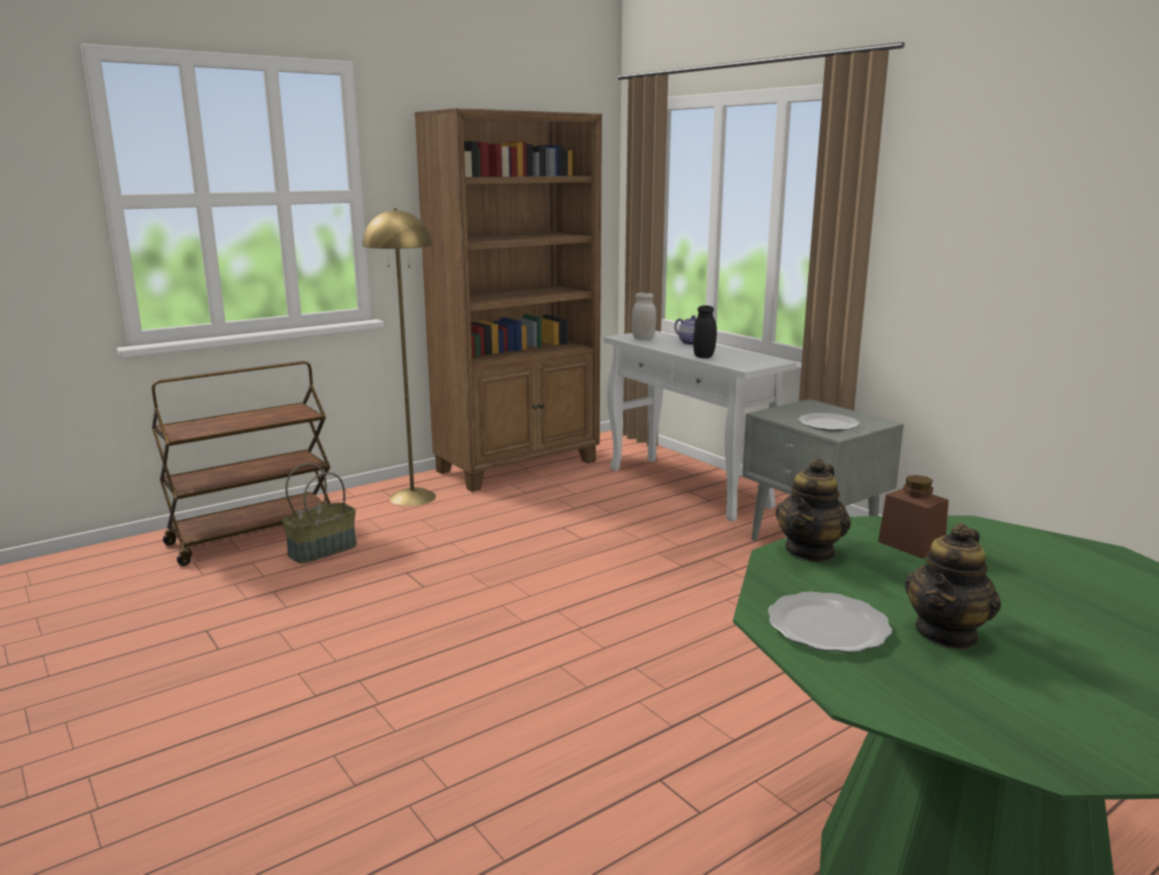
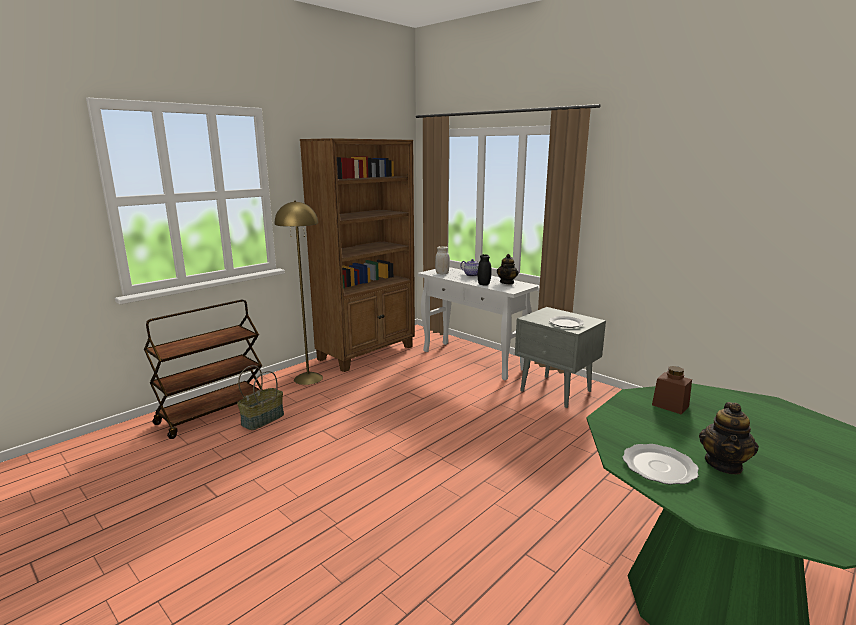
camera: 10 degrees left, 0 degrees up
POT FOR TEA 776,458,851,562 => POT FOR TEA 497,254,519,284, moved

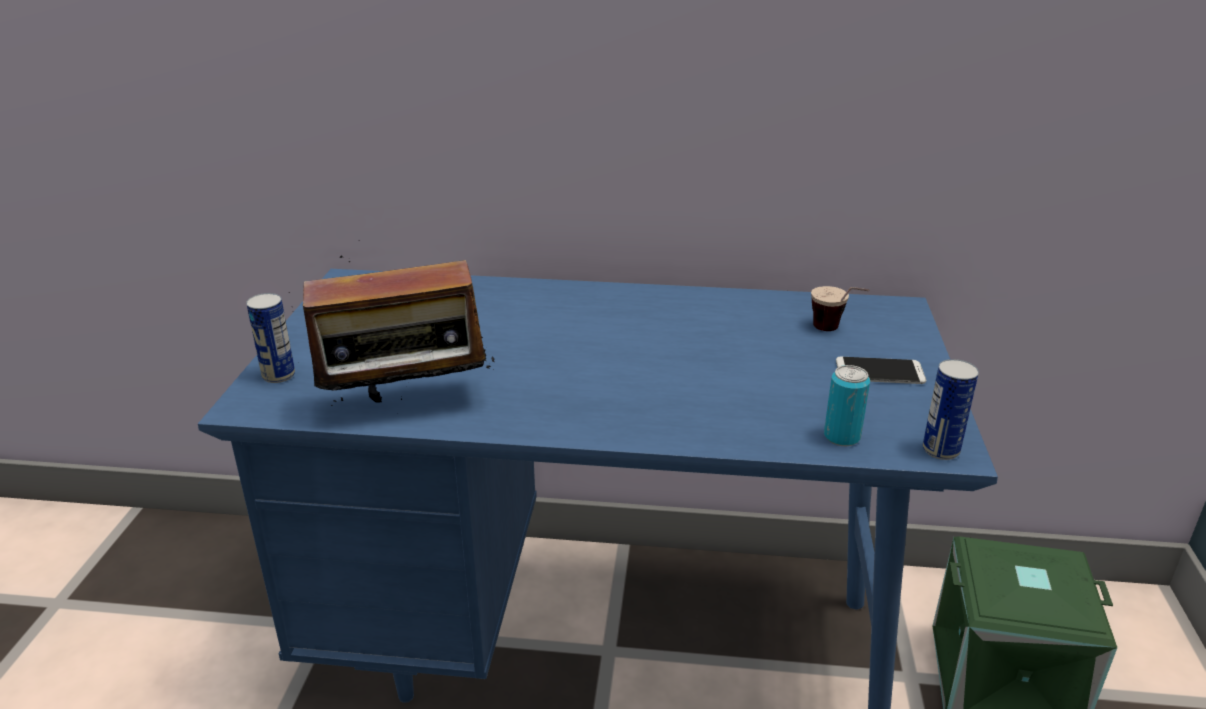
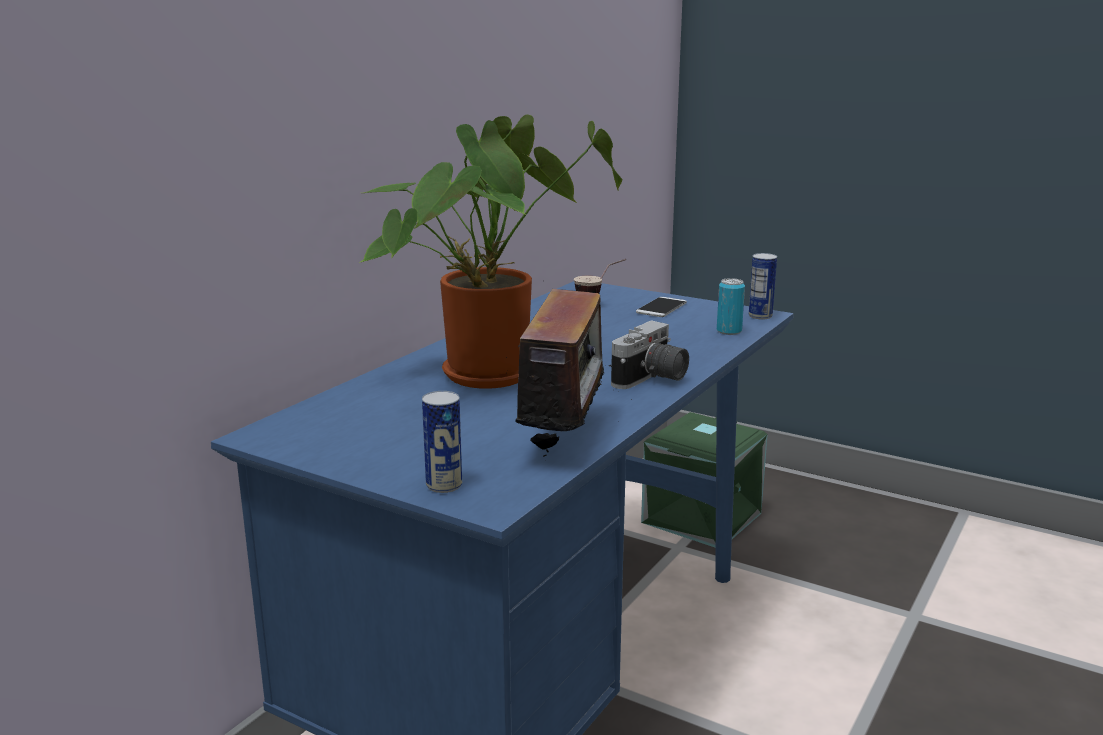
camera: 65 degrees left, 10 degrees down
nothing => PLANT IN A POT 359,114,622,389
nothing => STILL CAMERA 611,320,689,389

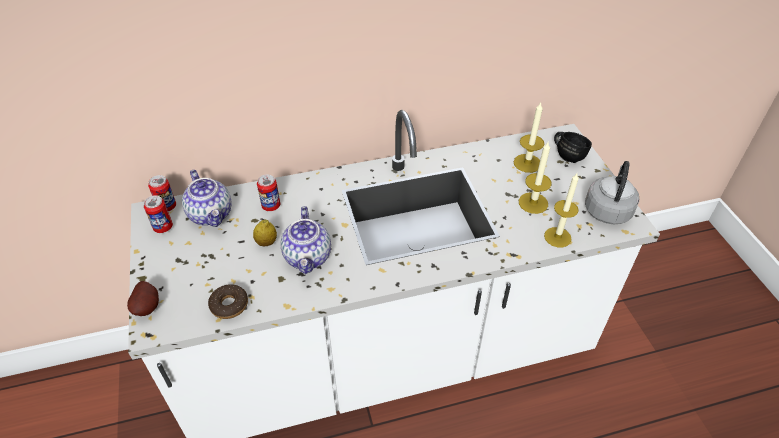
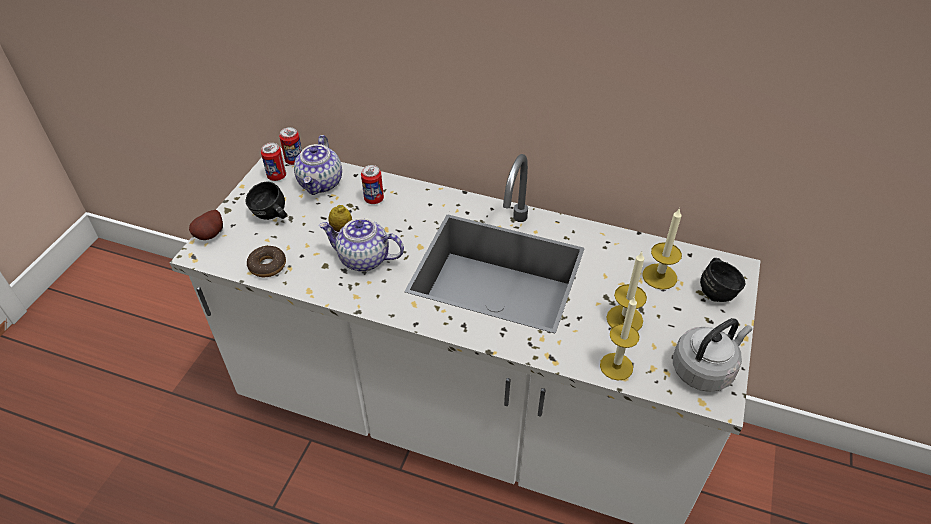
camera: 35 degrees right, 0 degrees up
nothing => BLACKISH TEA MUG 246,181,287,220
POT FOR TEA 280,206,331,274 => POT FOR TEA 319,218,404,272, 75 degrees clockwise

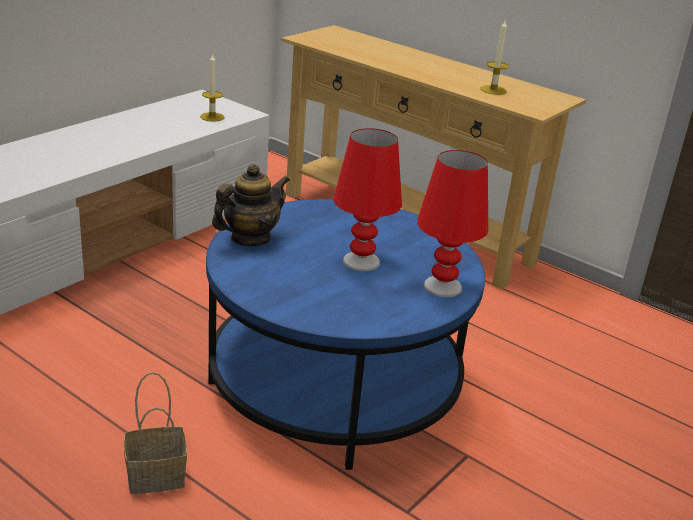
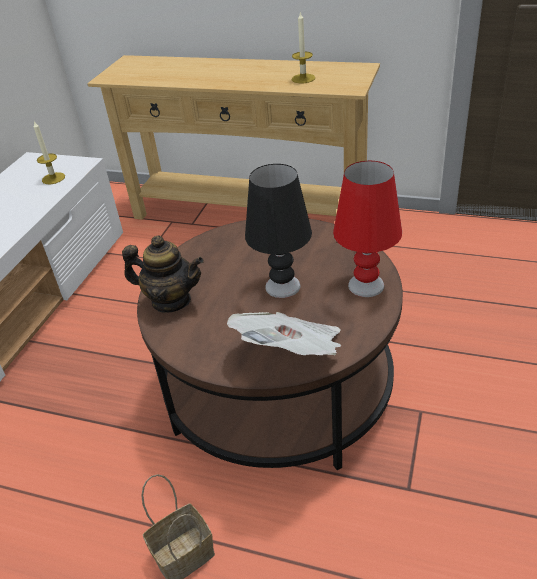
camera: 15 degrees left, 10 degrees up
nothing => DAILY PAPER 227,312,341,355
BLUE-COLOURED COFFEE TABLE 206,199,485,470 => BROWN-COLOURED COFFEE TABLE 137,219,403,470
RED TABLE LAMP 333,128,402,271 => BLACKISH TABLE LAMP 245,164,312,298
POT FOR TEA 212,164,289,246 => POT FOR TEA 122,235,204,313, 75 degrees clockwise

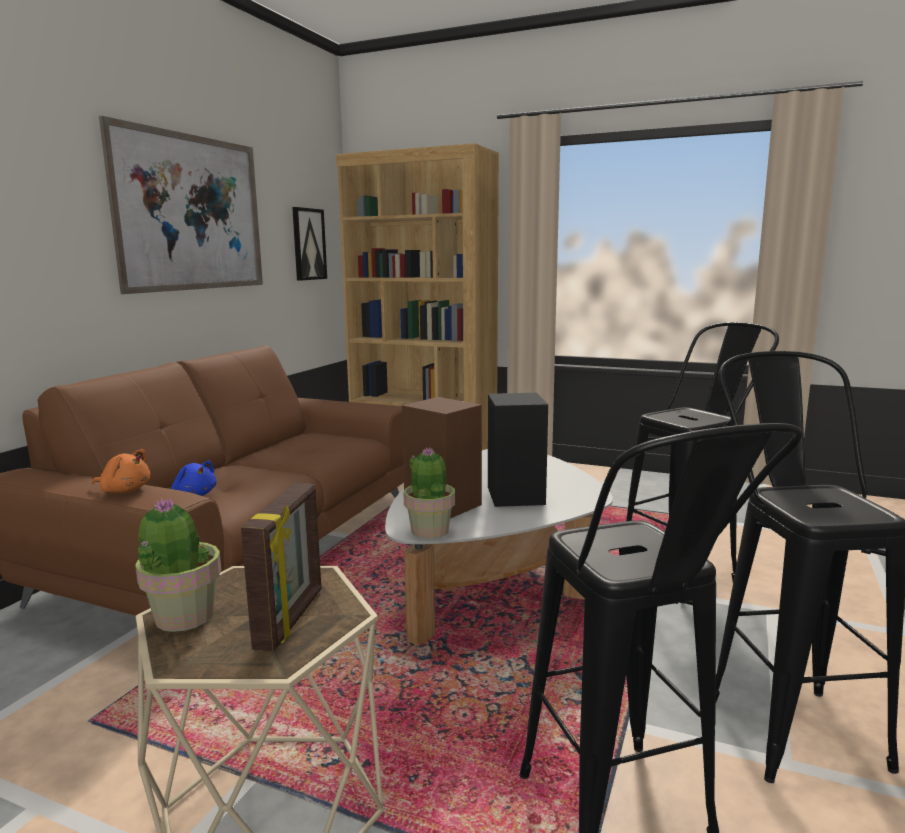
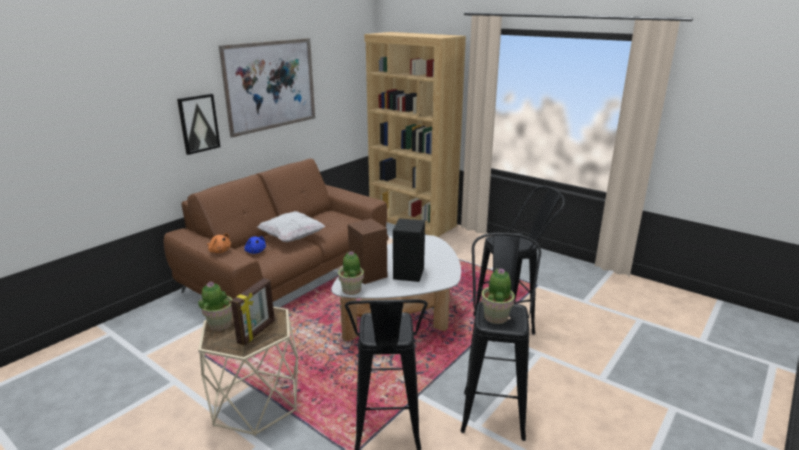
camera: 15 degrees right, 10 degrees up
nothing => WHITE-COLOURED CUSHION 257,211,325,242
nothing => PLANT IN A POT 481,268,515,324
WALL PICTURE 292,207,327,281 => WALL PICTURE 177,94,221,155, moved

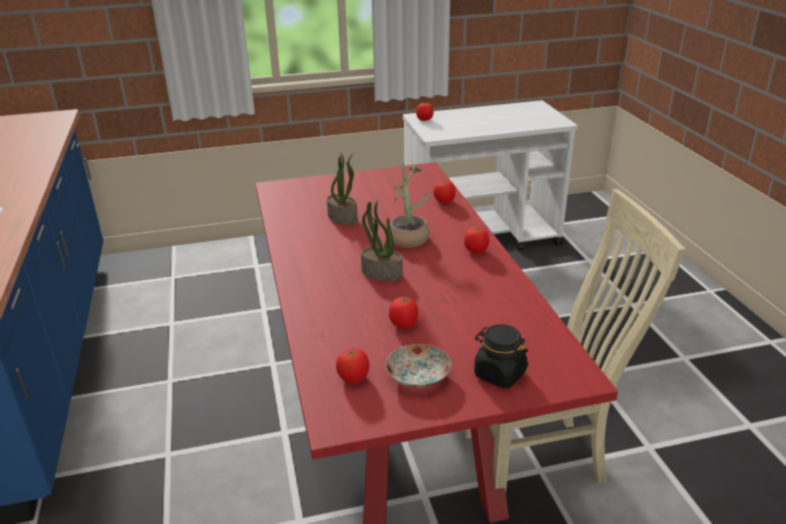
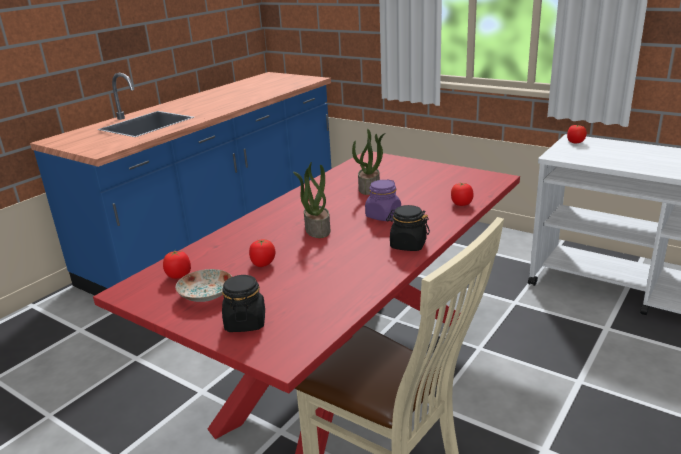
camera: 50 degrees right, 5 degrees down
PLANT IN A POT 389,163,433,248 => PURPLE STORAGE JAR 365,179,401,221
TOMATO 464,227,489,254 => BLACKISH STORAGE JAR 386,205,430,251

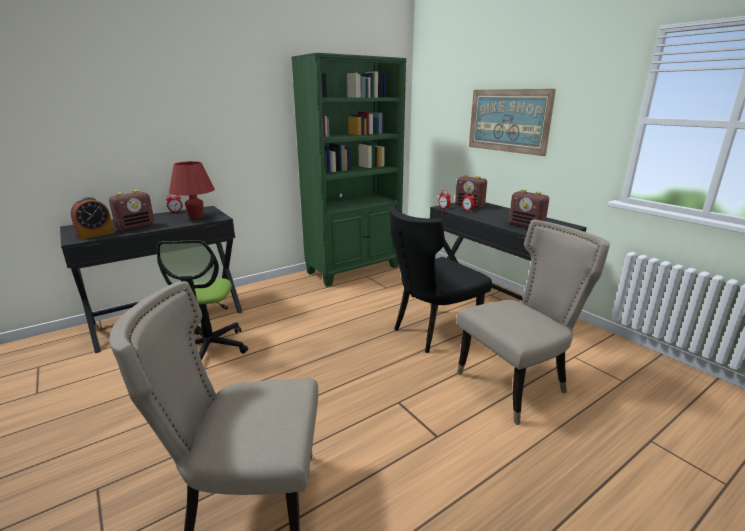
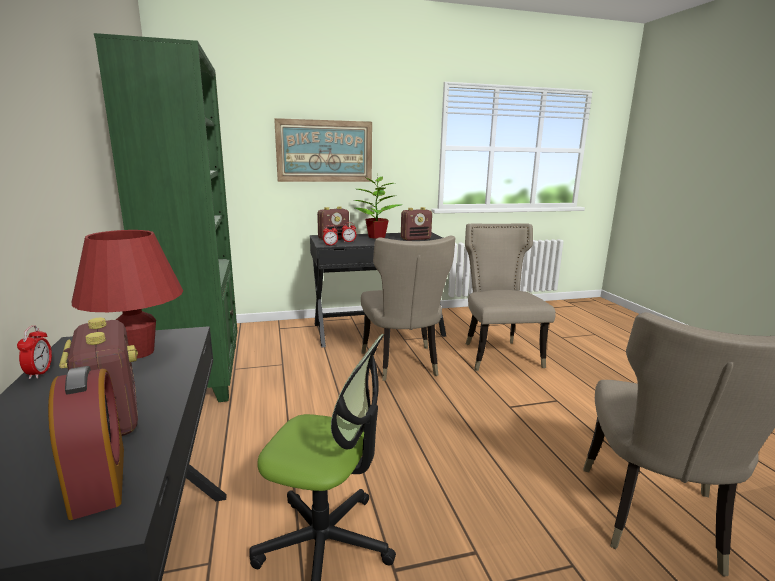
camera: 70 degrees left, 5 degrees down
nothing => PLANT IN A POT 354,174,400,239
BLACKISH PLAIN CHAIR 389,204,492,353 => BEIGE PLAIN CHAIR 361,235,455,381

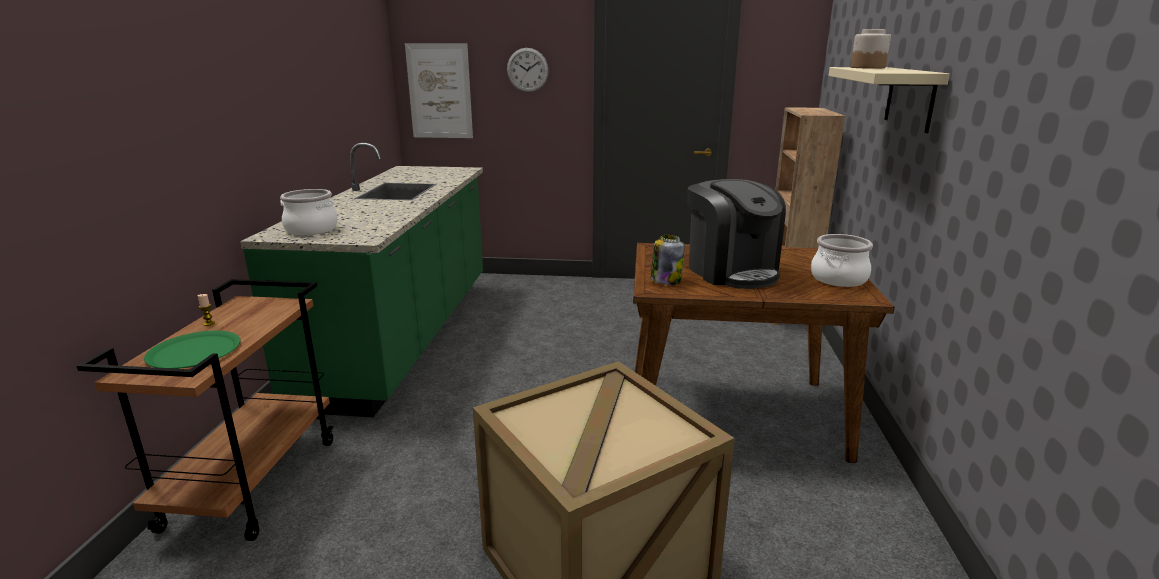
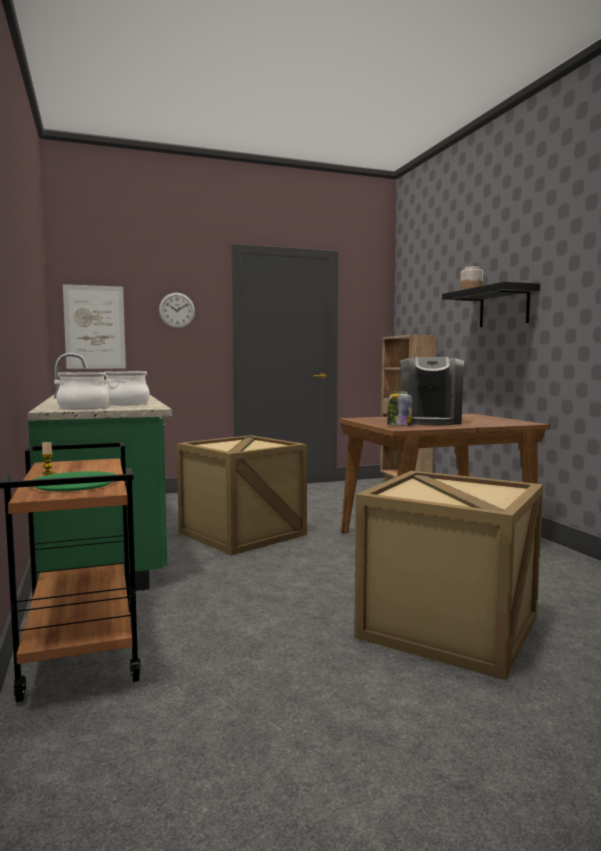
camera: 25 degrees left, 15 degrees down
nothing => PACKING CRATE 177,435,307,556
SAUCEPOT 811,234,873,287 => SAUCEPOT 105,371,150,405, moved
BEIGE BRACKET SHELF 828,67,950,133 => BLACKISH BRACKET SHELF 442,282,540,327
COFFEE MACHINE 688,179,786,289 => COFFEE MACHINE 400,357,464,425, 60 degrees clockwise

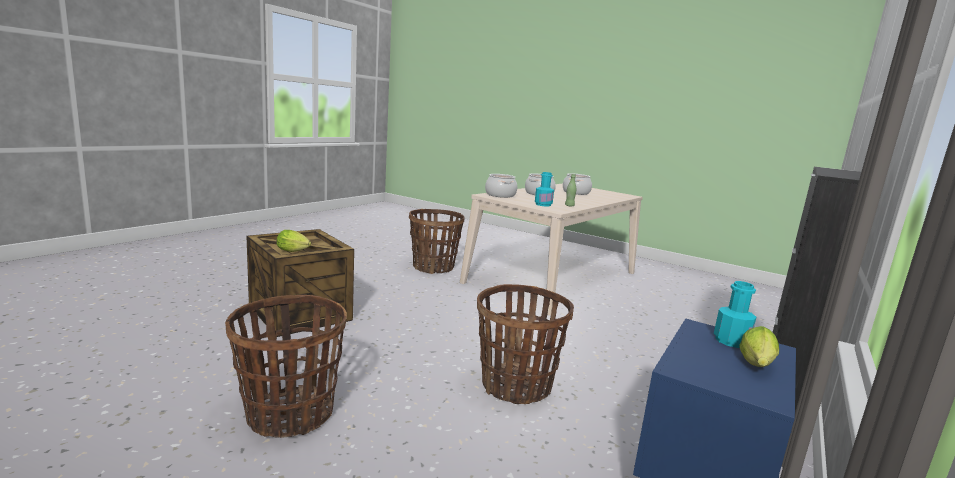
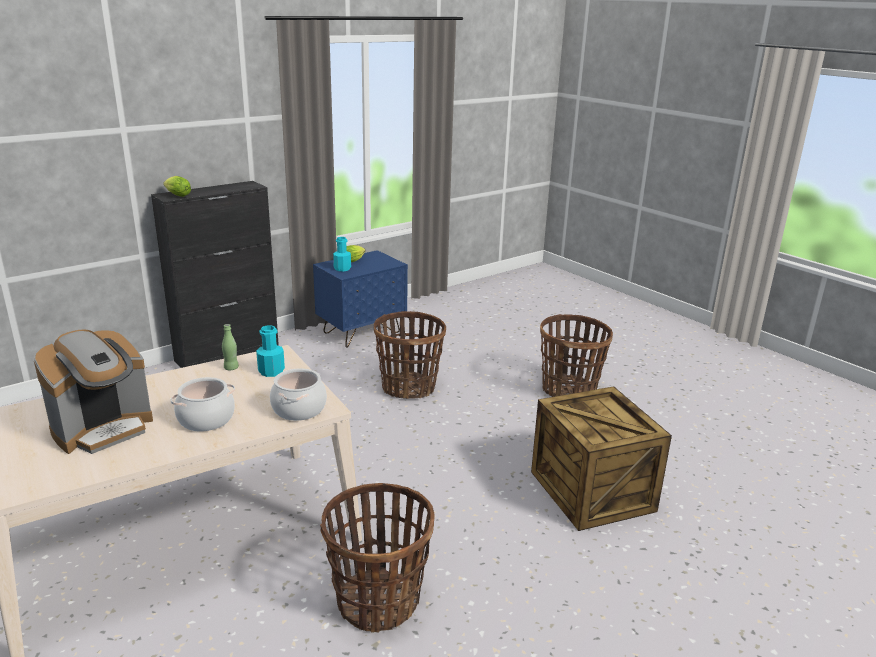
camera: 160 degrees left, 10 degrees up
LETTUCE HEAD 277,230,311,252 => LETTUCE HEAD 163,176,191,197, moved
SAUCEPOT 563,174,592,195 => COFFEE MACHINE 34,330,153,454

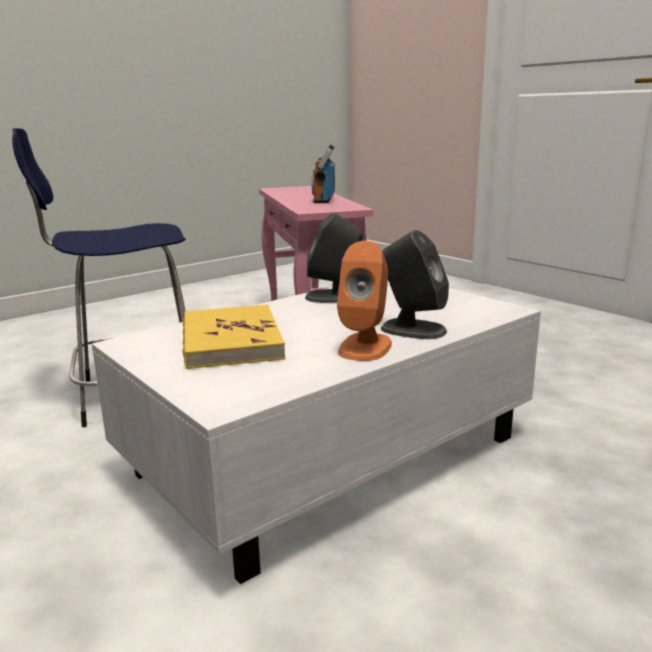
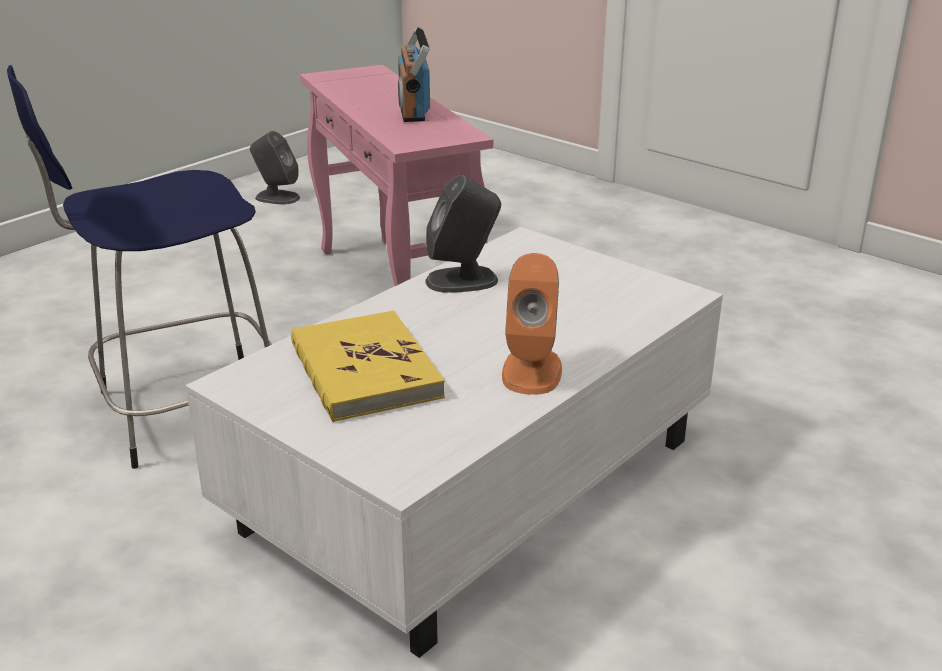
camera: 10 degrees left, 10 degrees up
GREY LOUDSPEAKER 381,230,449,339 => GREY LOUDSPEAKER 250,131,300,204, moved

